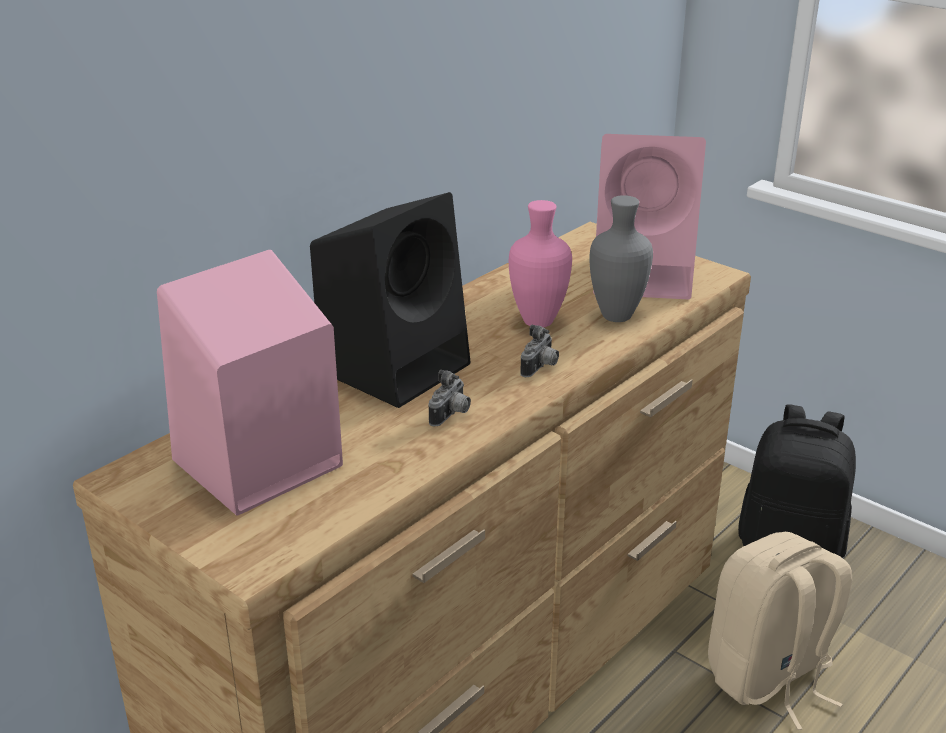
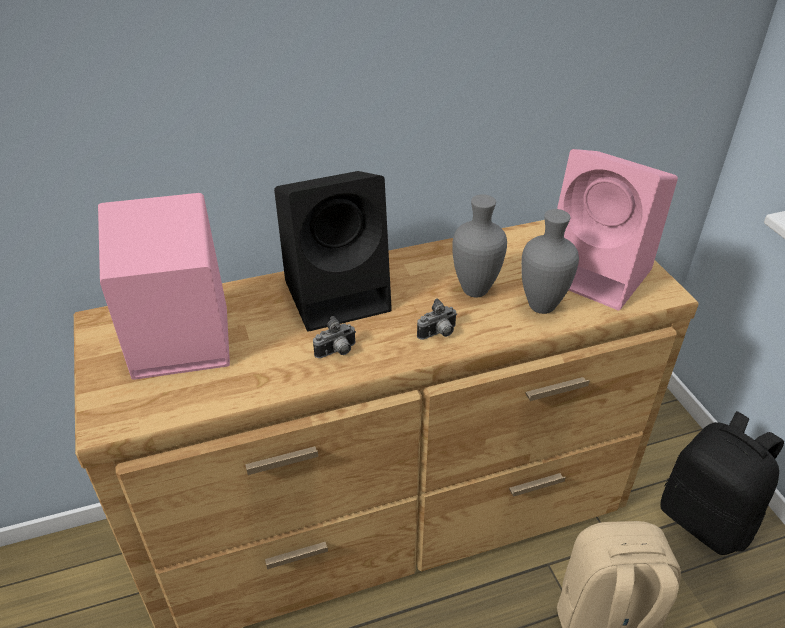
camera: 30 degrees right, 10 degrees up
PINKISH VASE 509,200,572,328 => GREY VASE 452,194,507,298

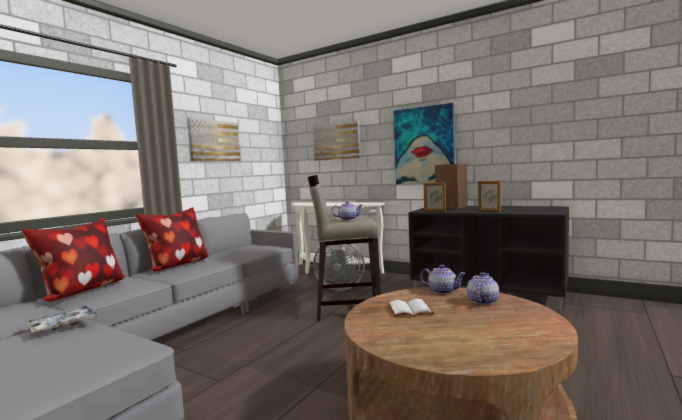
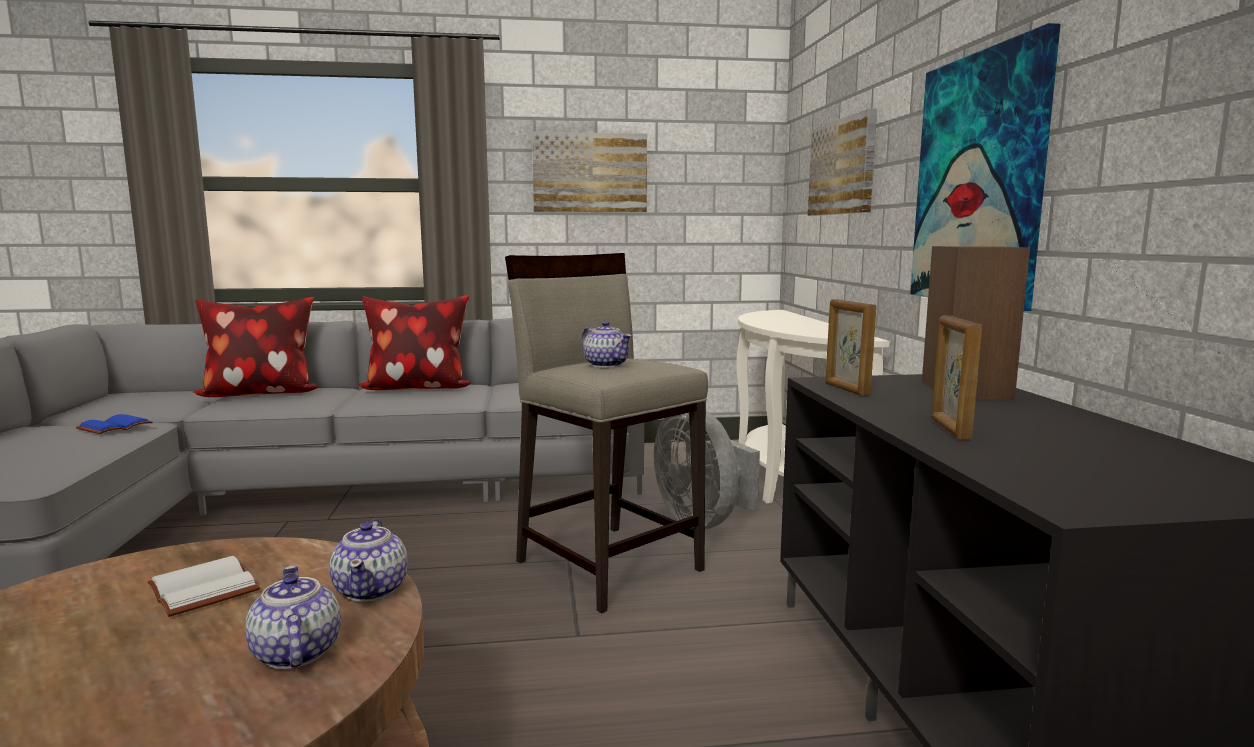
camera: 50 degrees right, 5 degrees up
CARRYING TRAY 27,305,99,333 => BLUE-COLOURED BOOK 76,414,153,434
POT FOR TEA 467,272,499,305 => POT FOR TEA 245,566,341,669, 105 degrees counterclockwise

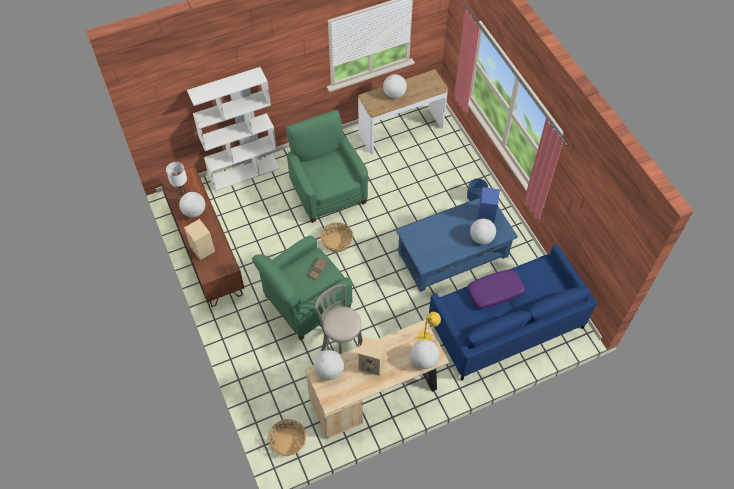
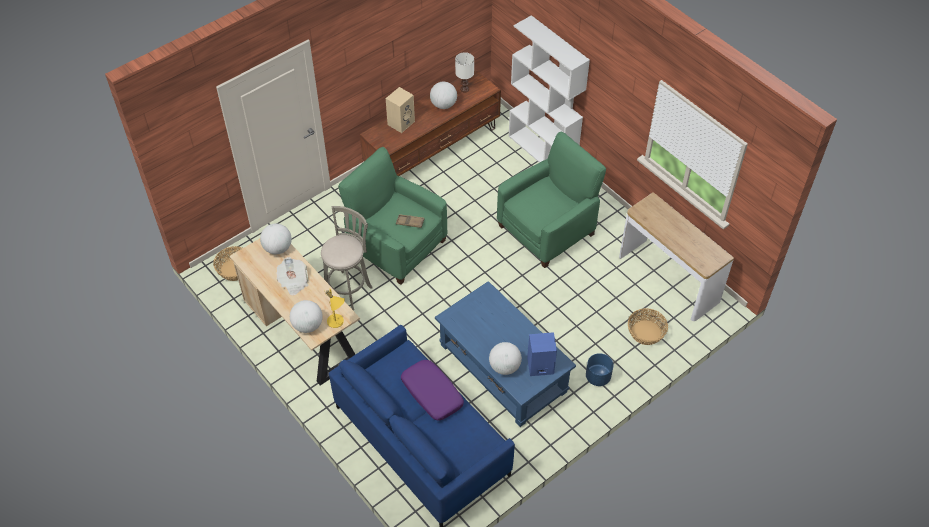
camera: 75 degrees right, 5 degrees down
WORLD GLOBE 383,74,407,98 => nothing
BASKET 320,222,353,252 => BASKET 628,308,668,345, moved
BEIGE LOUDSPEAKER 358,336,386,376 => DAILY PAPER 277,257,308,296

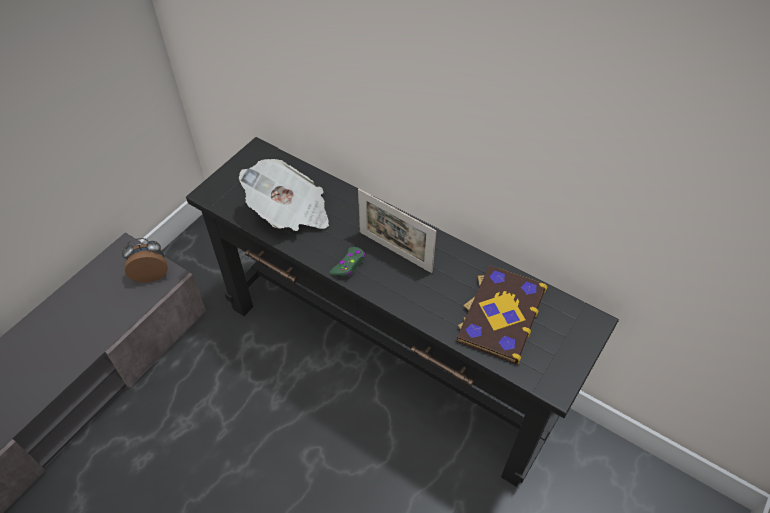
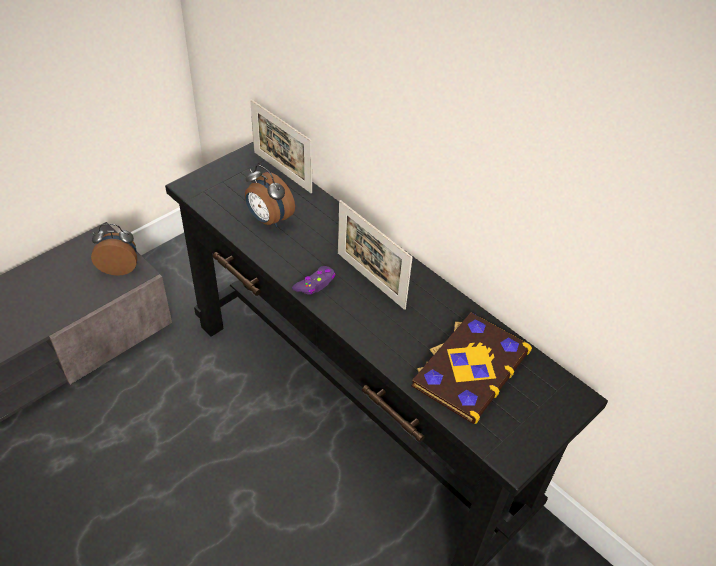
camera: 10 degrees right, 5 degrees down
nothing => PICTURE FRAME 250,99,312,193
DAILY PAPER 239,159,329,231 => BEDSIDE CLOCK 245,165,295,227
GREEN JOYPAD 330,247,365,277 => PURPLE JOYPAD 292,266,335,295

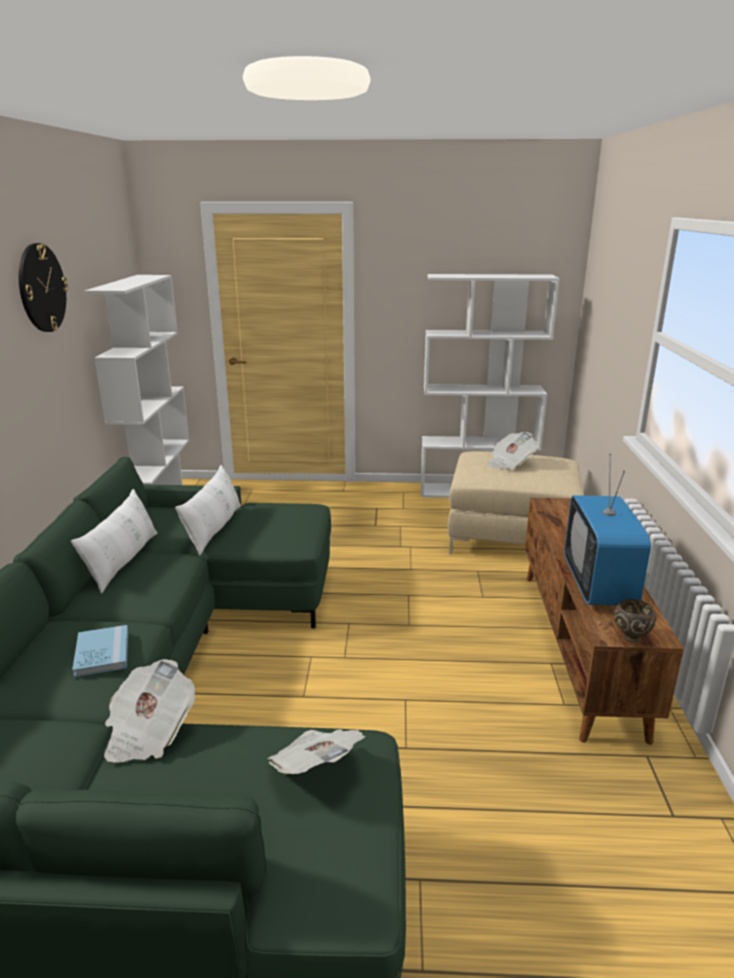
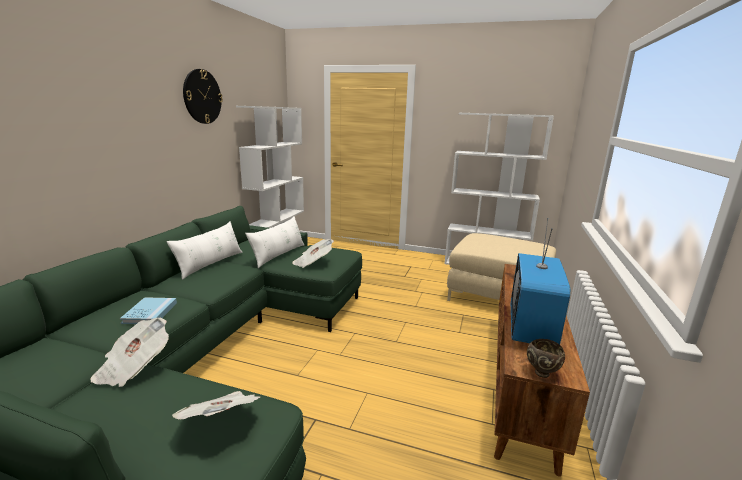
camera: 15 degrees right, 5 degrees down
DAILY PAPER 487,432,538,469 => DAILY PAPER 292,239,334,268, moved

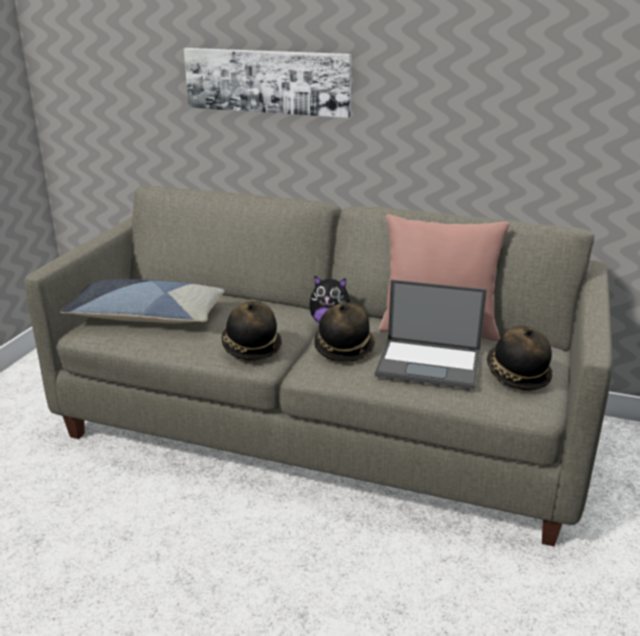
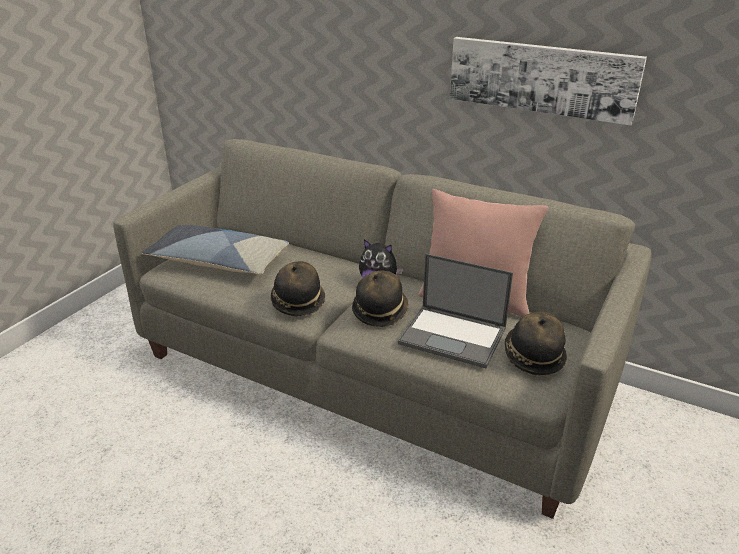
camera: 10 degrees right, 5 degrees up
WALL PICTURE 184,48,352,118 => WALL PICTURE 450,37,647,126, moved

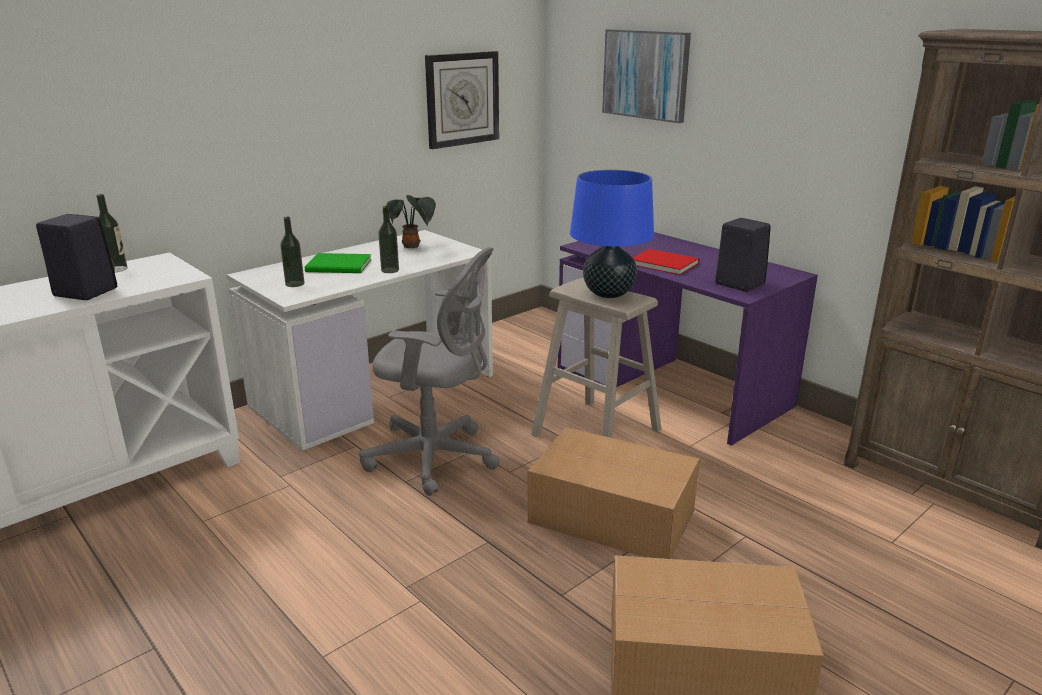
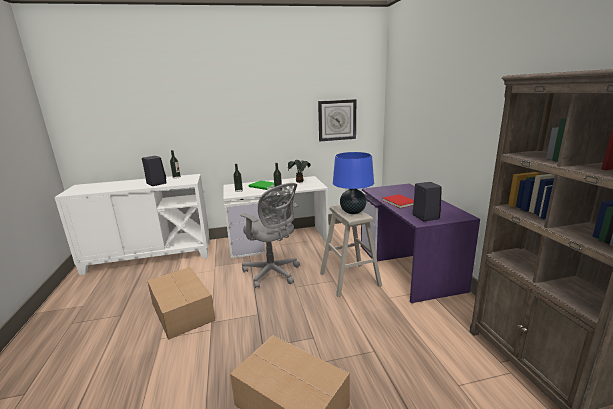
camera: 30 degrees right, 5 degrees down
WALL PICTURE 602,29,691,123 => nothing
PACKING BOX 528,427,700,559 => PACKING BOX 147,267,215,340, moved

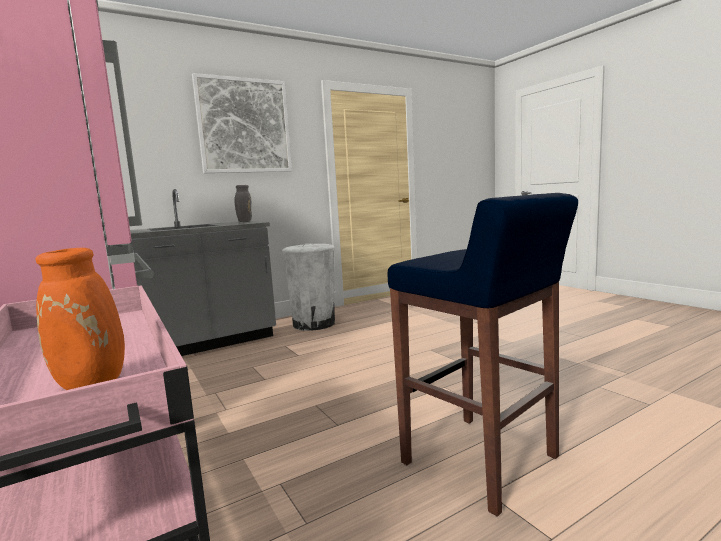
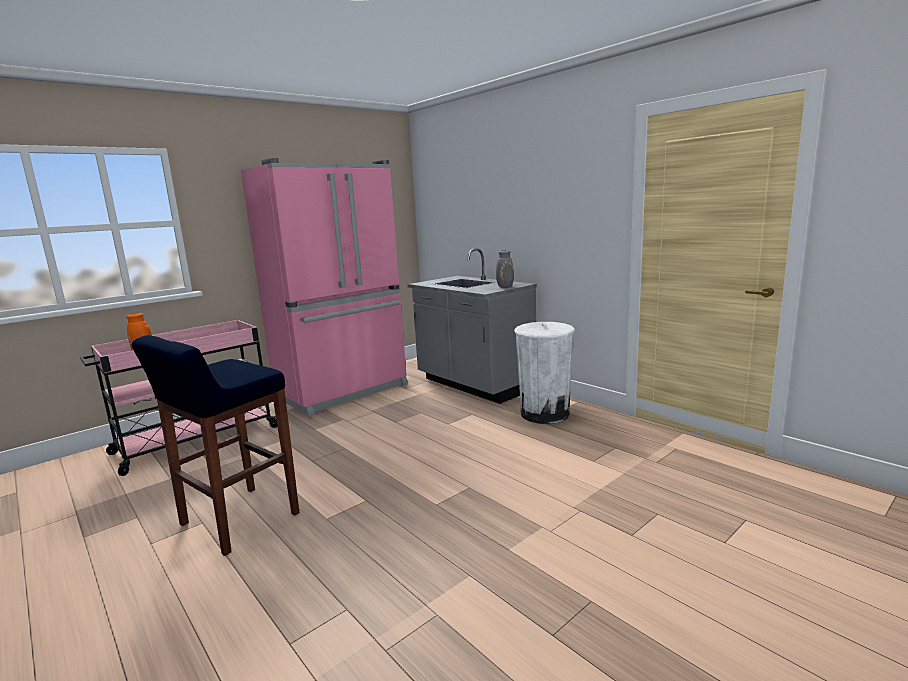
camera: 80 degrees right, 5 degrees up
WALL PICTURE 192,73,292,173 => nothing

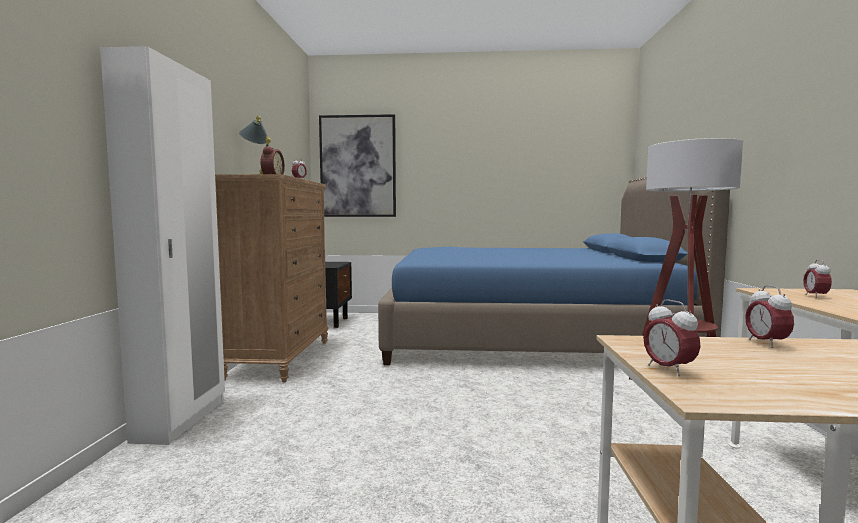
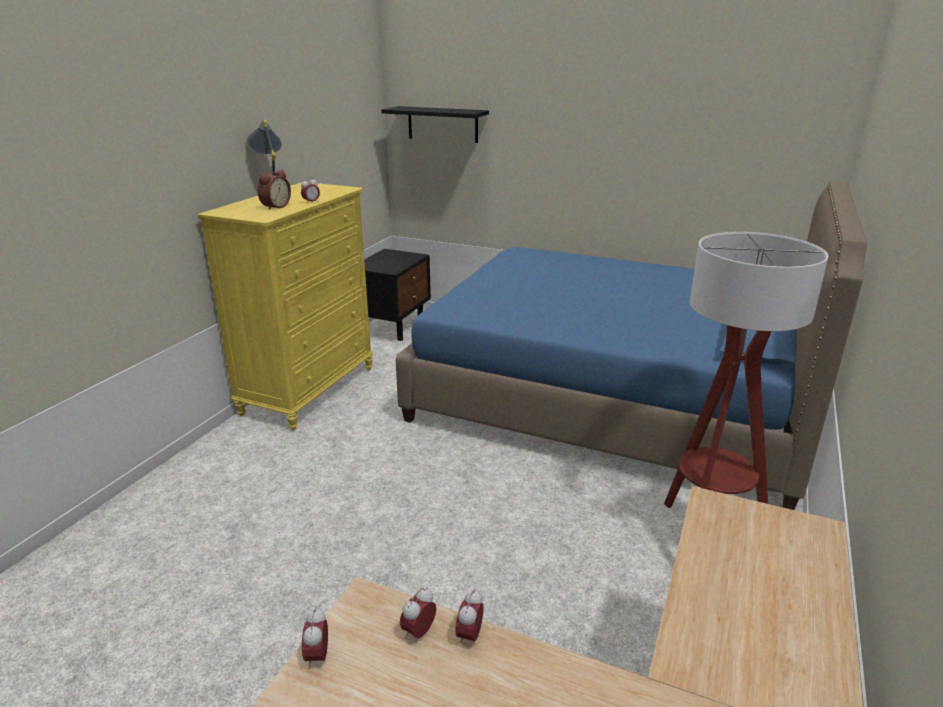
camera: 20 degrees right, 20 degrees up
WHITE-COLOURED CLOTHES CUPBOARD 100,46,225,445 => nothing
BEDSIDE CLOCK 804,259,832,298 => BEDSIDE CLOCK 400,587,436,639, moved
WALL PICTURE 319,114,396,217 => BLACKISH BRACKET SHELF 382,106,489,143
BROWN-COLOURED DRESSER 215,174,328,382 => YELLOWISH DRESSER 197,182,373,430

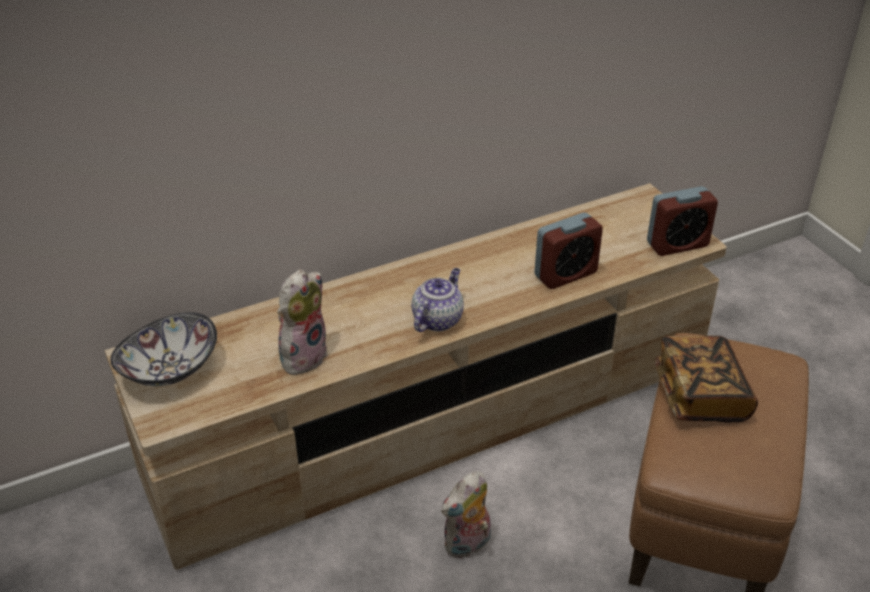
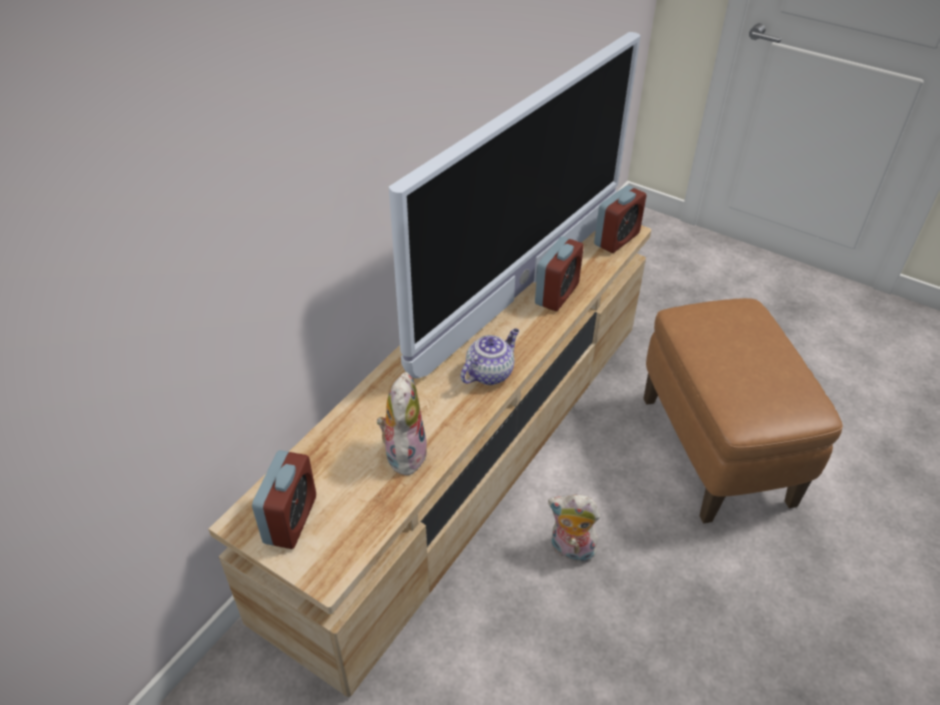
camera: 30 degrees left, 5 degrees up
BOOK 654,336,758,423 => nothing
nothing => TV SET 389,32,641,379
DEEP DISH 111,312,217,386 => BEDSIDE CLOCK 252,450,316,549
POT FOR TEA 411,268,464,332 => POT FOR TEA 460,329,519,385, 45 degrees clockwise
CUDDLY TOY 442,471,491,558 => CUDDLY TOY 548,494,600,563, 90 degrees clockwise

